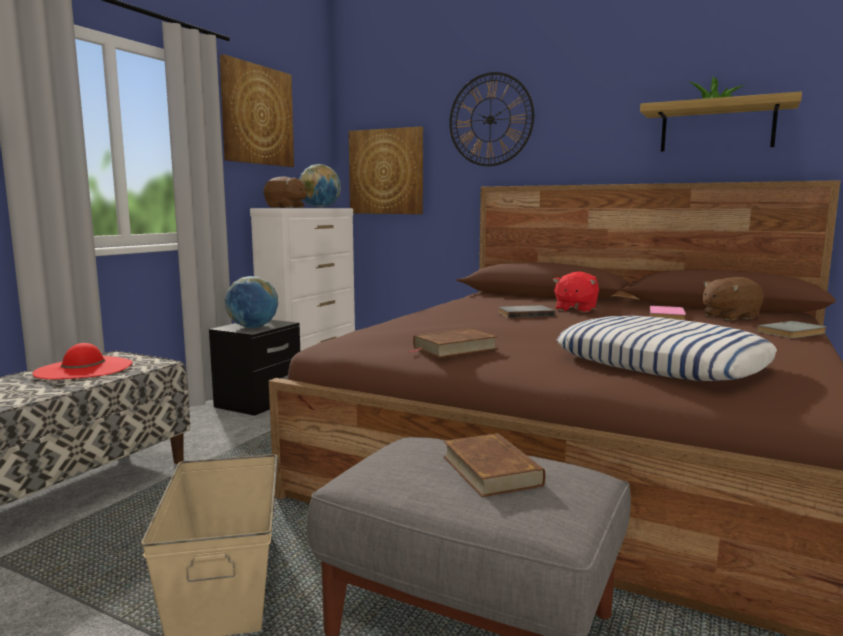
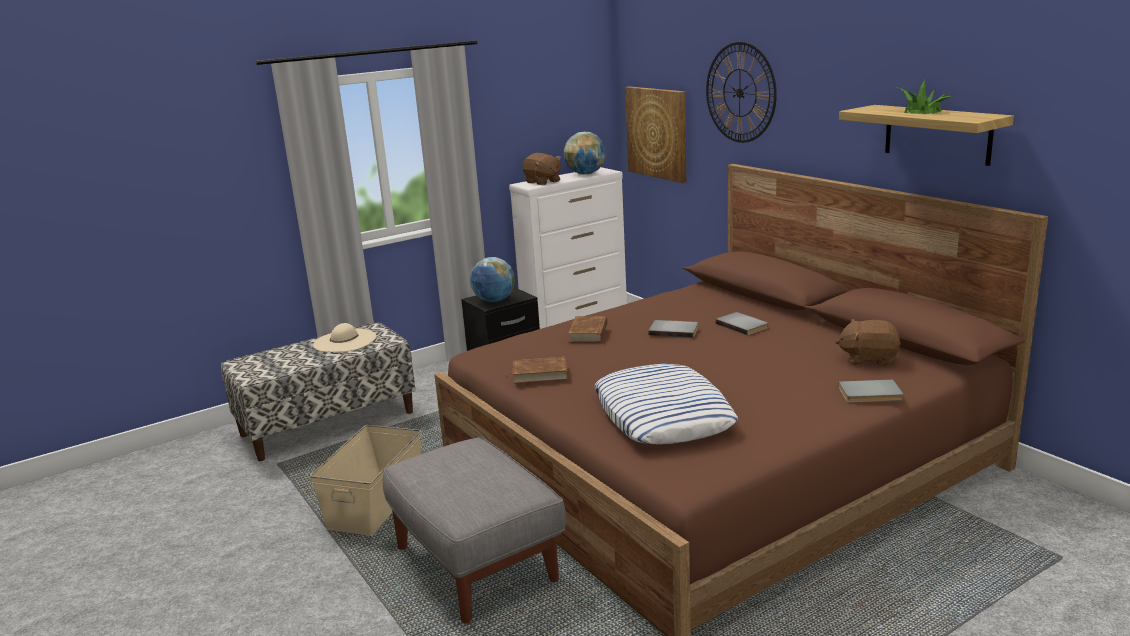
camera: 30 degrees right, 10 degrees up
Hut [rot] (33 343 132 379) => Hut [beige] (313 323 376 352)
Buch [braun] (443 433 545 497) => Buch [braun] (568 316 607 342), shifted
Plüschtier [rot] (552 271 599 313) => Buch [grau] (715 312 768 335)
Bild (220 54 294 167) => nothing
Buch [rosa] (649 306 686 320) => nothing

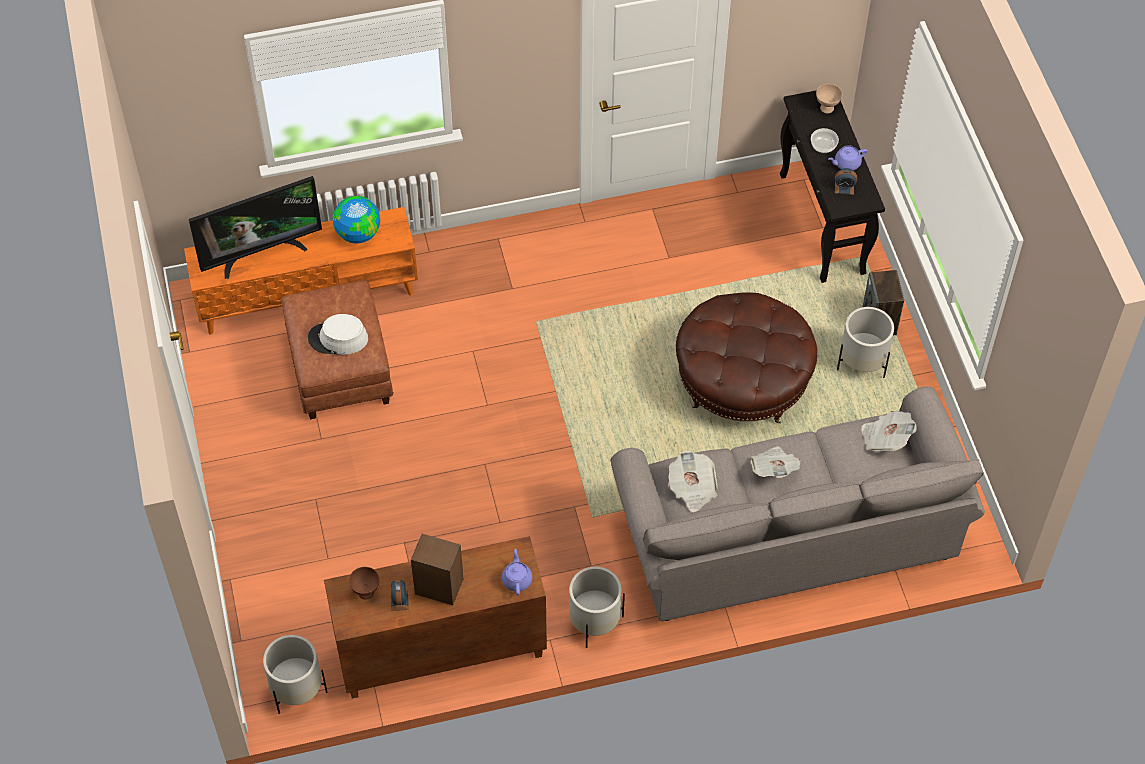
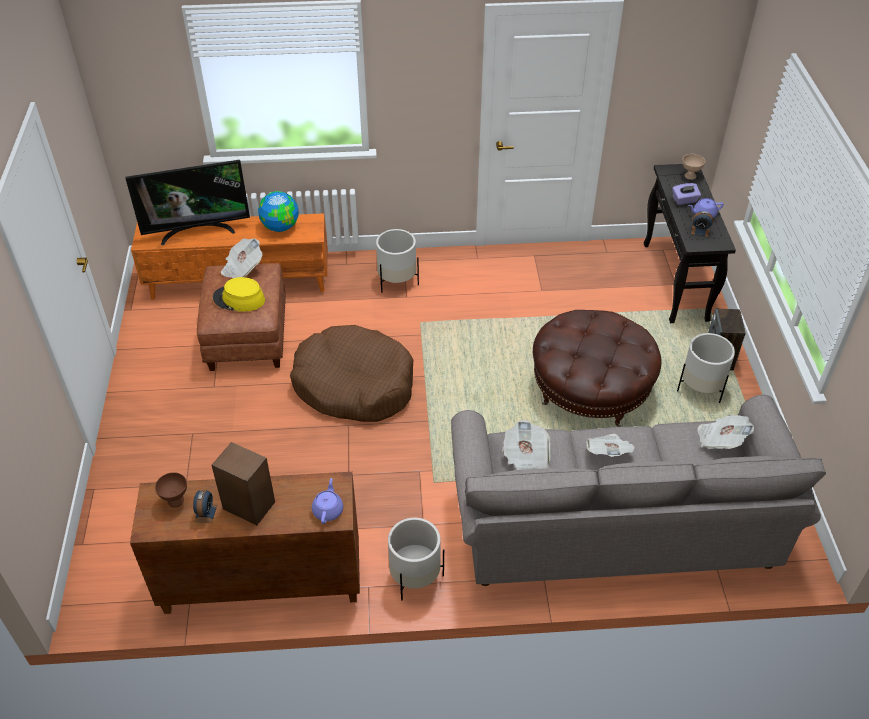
camera: 10 degrees right, 10 degrees down
Hut [weiß] (308 314 368 355) => Hut [gelb] (213 277 265 312)
nothing => Zeitung (221 238 262 278)
nothing => Hundebett [braun] (290 325 413 422)
Pflanzkübel [weiß] (263 635 327 714) => Pflanzkübel [weiß] (376 229 419 293), shifted
Schüssel (811 128 839 153) => Taschentuchbox [lila] (672 183 701 205)

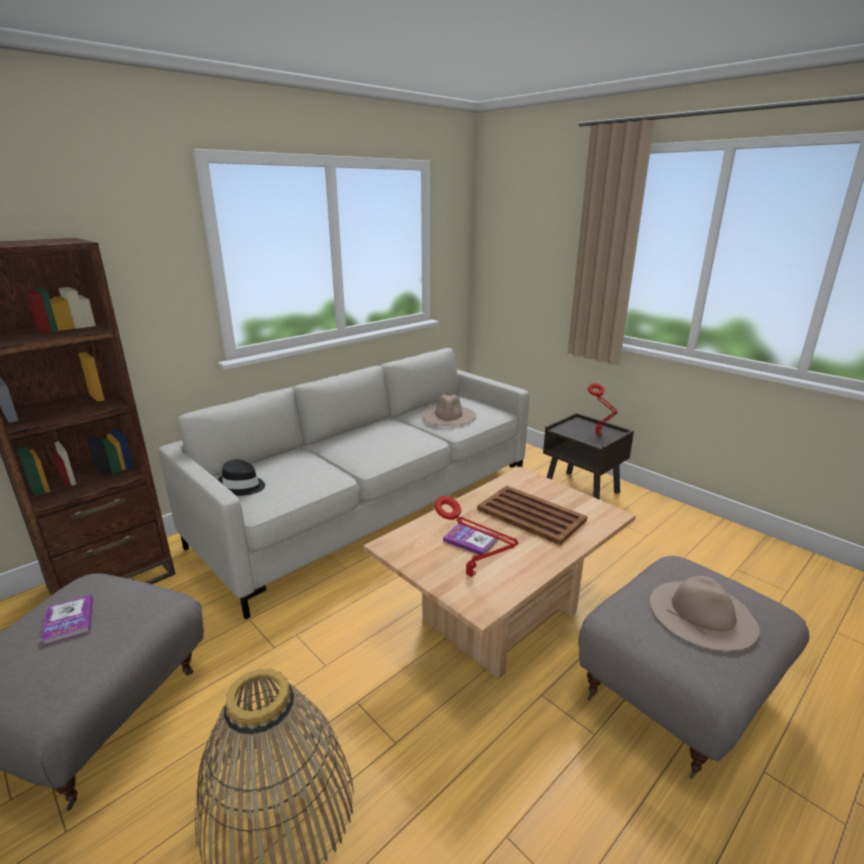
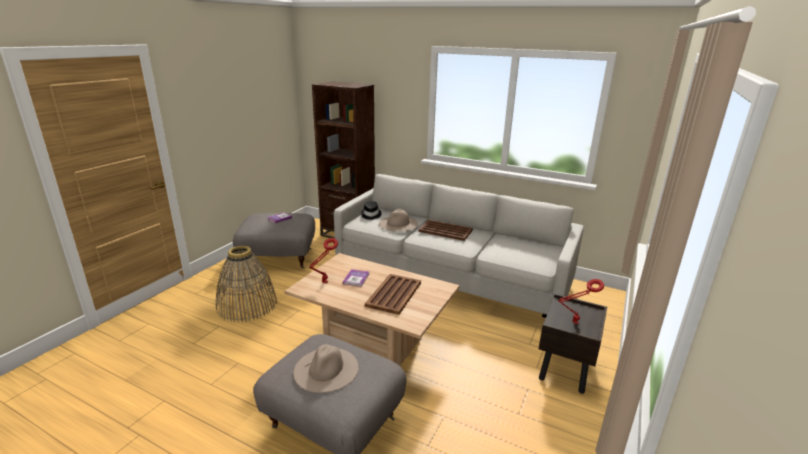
camera: 70 degrees right, 0 degrees up
Hut [beige] (422 395 476 426) => Hut [beige] (379 209 418 232), shifted
nothing => Tablett [braun] (419 220 473 241)

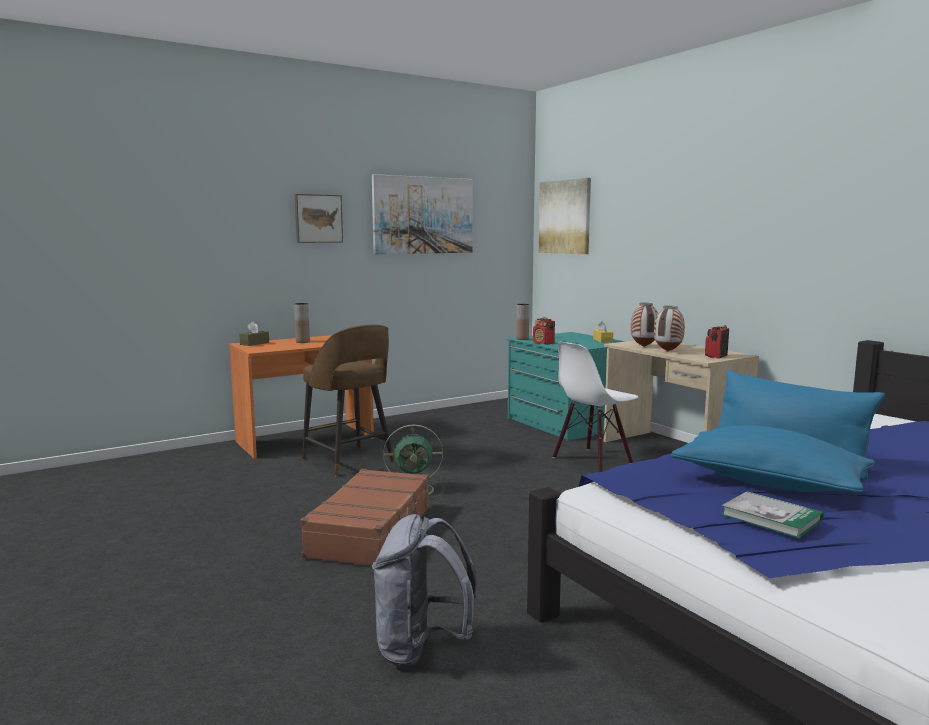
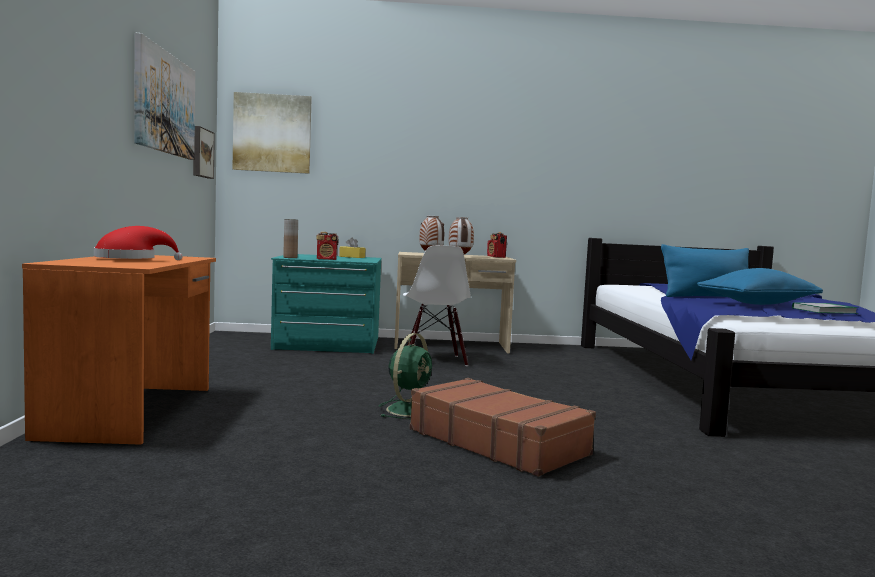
camera: 60 degrees left, 5 degrees down
Vase [braun] (294 303 310 343) => Hut [rot] (94 226 183 260)
Bild (294 194 343 243) => Bild (193 126 215 179), shifted
Taschentuchbox [braun] (239 322 269 346) => nothing
Hocker [braun] (302 324 395 476) => nothing
Rucksack [grau] (372 514 477 668) => nothing

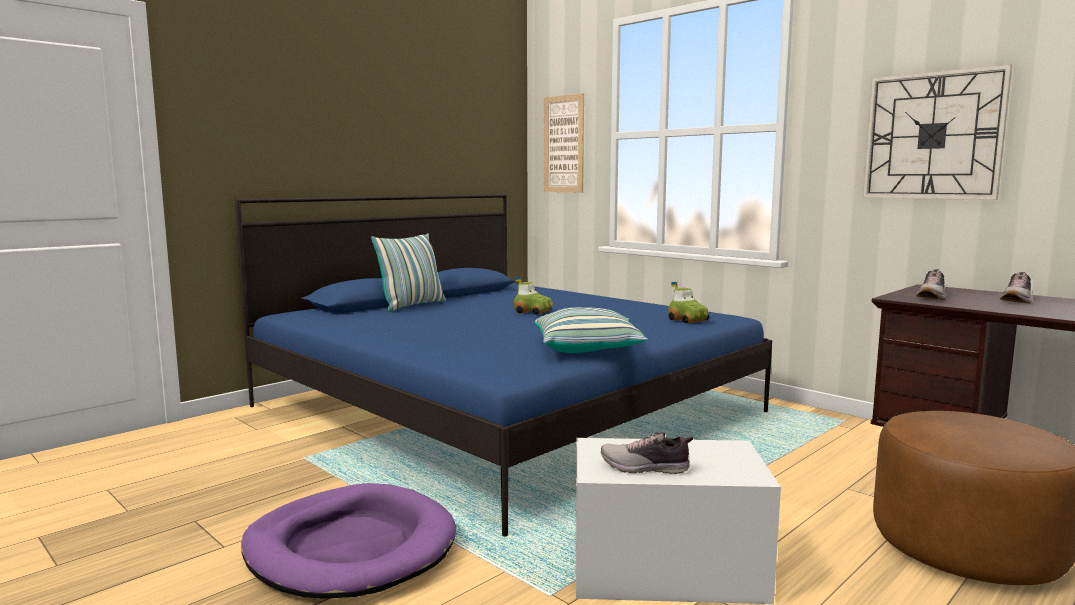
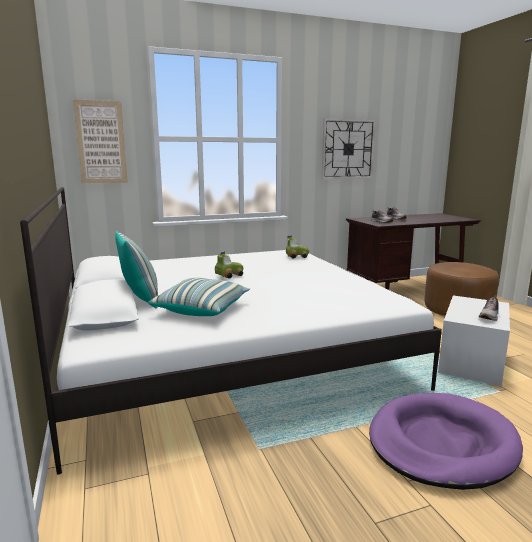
camera: 65 degrees left, 5 degrees up
Bett [blau] (235 194 772 536) => Bett [weiß] (20 187 442 475)
Kissen (534 307 648 353) => Kissen (148 278 250 316), shifted

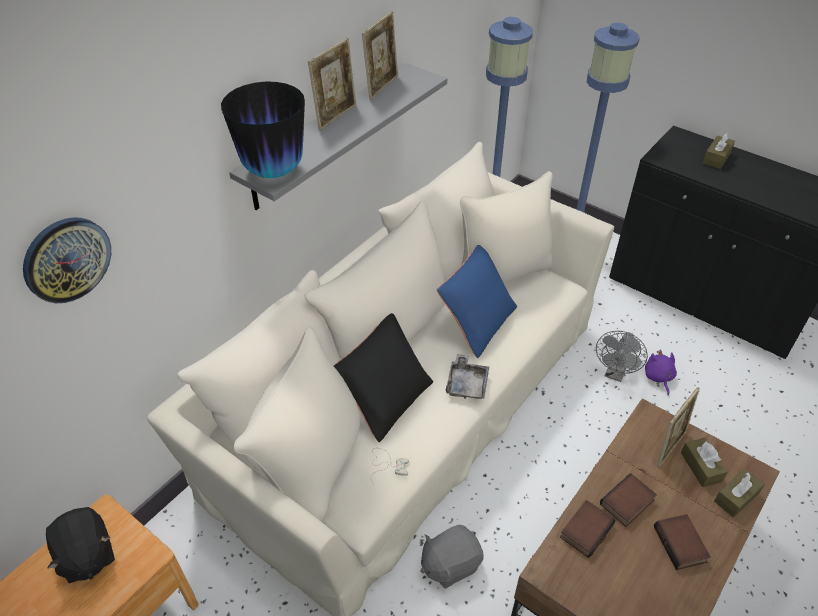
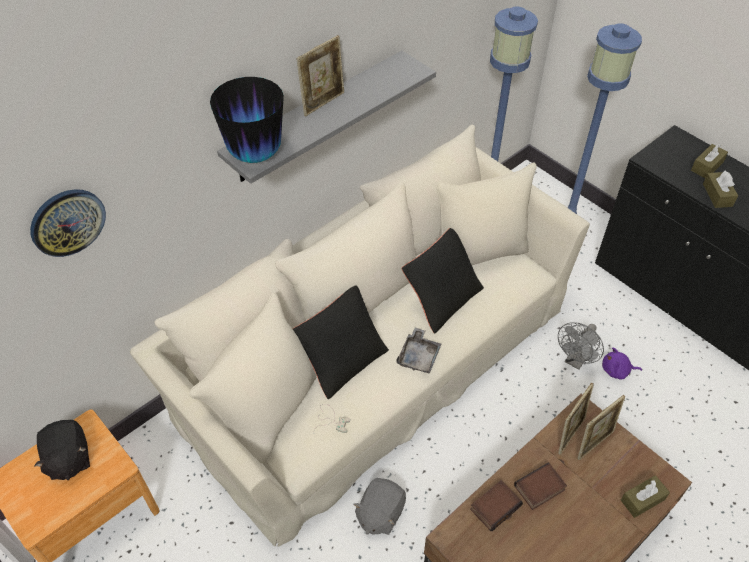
camera: 10 degrees right, 5 degrees up
Plüschtier [grau] (421 525 484 589) => Plüschtier [grau] (353 478 406 535), 45 degrees counterclockwise
Kissen [blau] (437 245 517 358) => Kissen [schwarz] (401 228 484 334)
Bilderrahmen (362 11 398 100) => Bilderrahmen (558 383 594 455), shifted
Plüschtier [lila] (645 349 677 396) => Plüschtier [lila] (602 347 642 380), 90 degrees counterclockwise
Taschentuchbox [braun] (681 438 728 487) => Taschentuchbox [braun] (703 171 738 208), shifted
Buch (654 514 711 570) => nothing

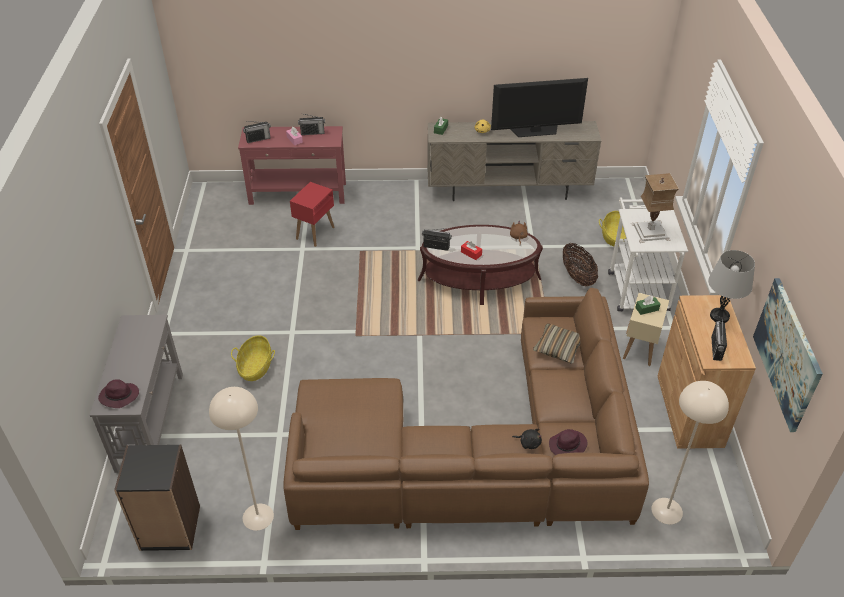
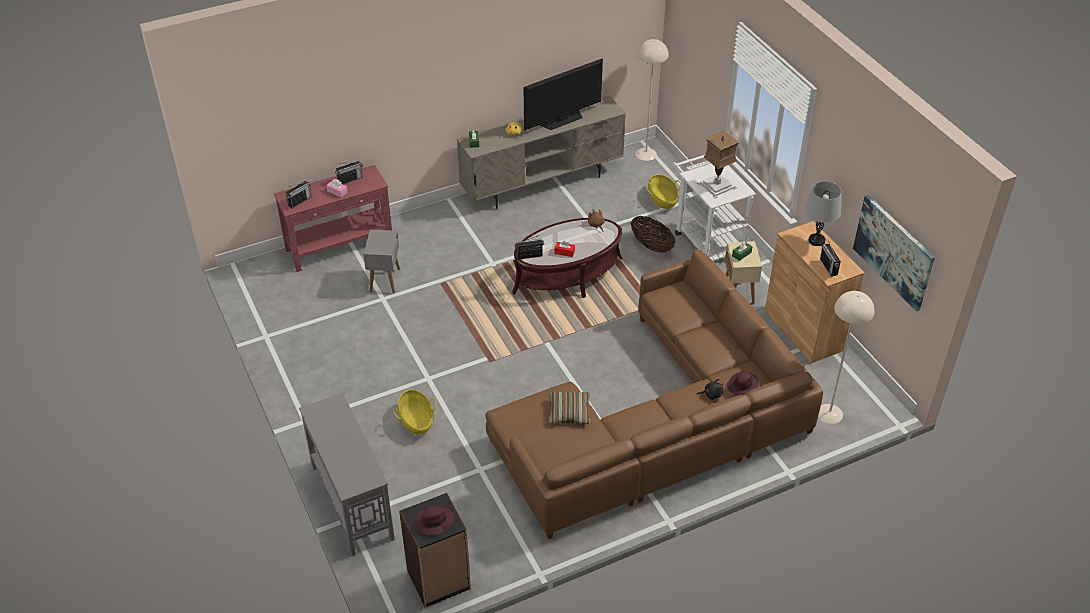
camera: 25 degrees left, 0 degrees up
Beistelltisch [rot] (290 182 335 247) => Beistelltisch [grau] (363 229 400 293)
Hut [lila] (98 379 139 408) => Hut [lila] (414 505 454 535), shifted
Kissen (533 324 580 364) => Kissen (548 391 590 424), shifted
Stehlampe [beige] (209 387 274 531) => Stehlampe [beige] (636 39 669 161), shifted

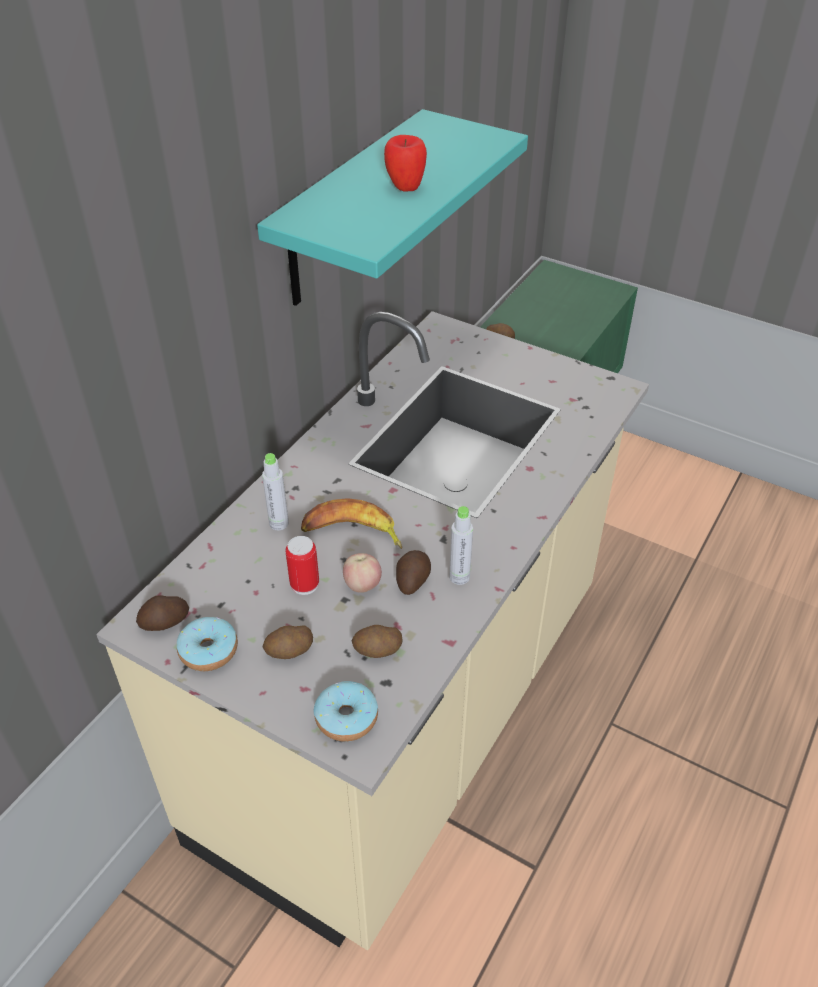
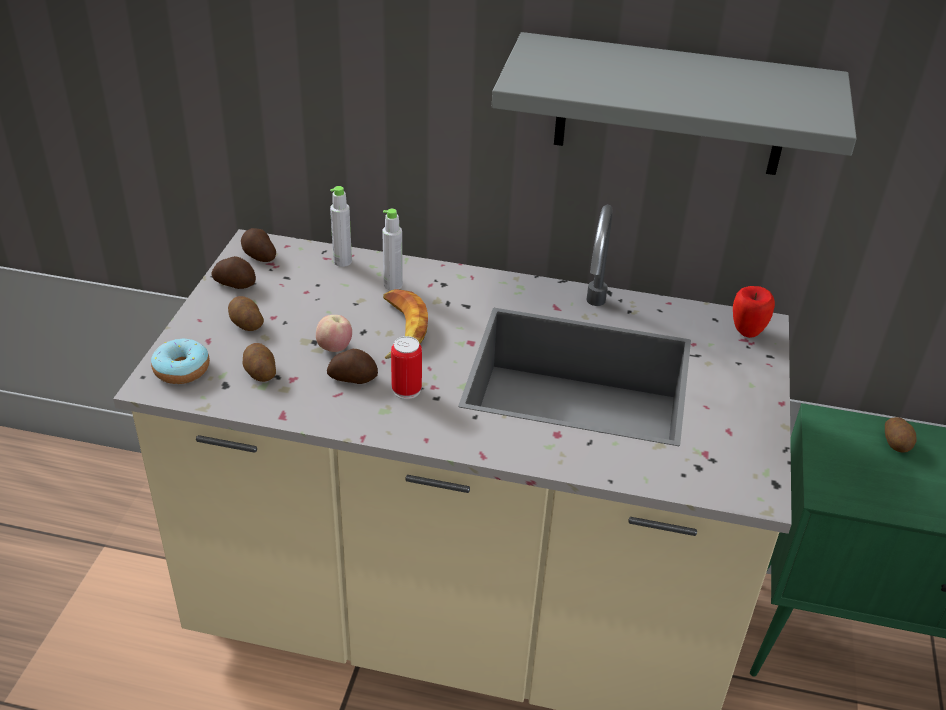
camera: 70 degrees right, 5 degrees down
Donut (177 617 238 671) => Kartoffel (211 256 256 289)
Flasche [grau] (449 506 473 585) => Flasche [grau] (330 186 352 267), shifted
Dose (285 536 319 595) => Dose (391 336 422 399), shifted
Wandregal [türkis] (257 109 528 306) => Wandregal [grau] (492 32 857 175)
Apfel (384 135 427 192) => Apfel (733 286 775 338), shifted

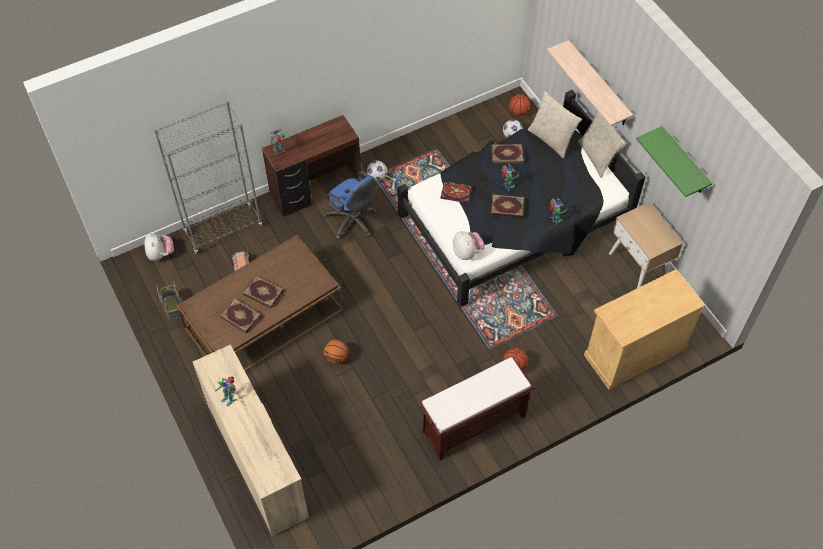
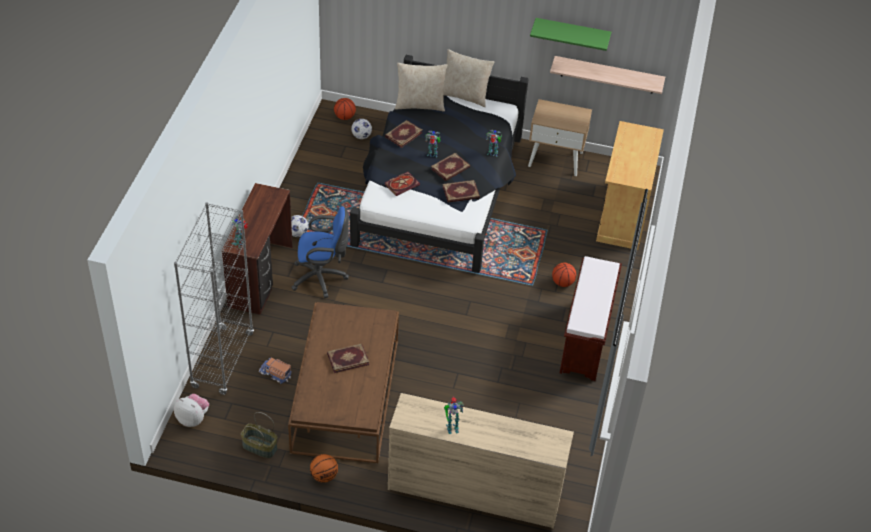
camera: 50 degrees left, 10 degrees down
Basketball (324 340 349 364) => Basketball (310 454 338 483), shifted
Buch (220 298 261 333) => Buch (443 180 480 202), shifted
Wandregal (547 40 633 126) => Wandregal (550 56 665 94), shifted
Plüschtier (453 231 485 260) => nothing

